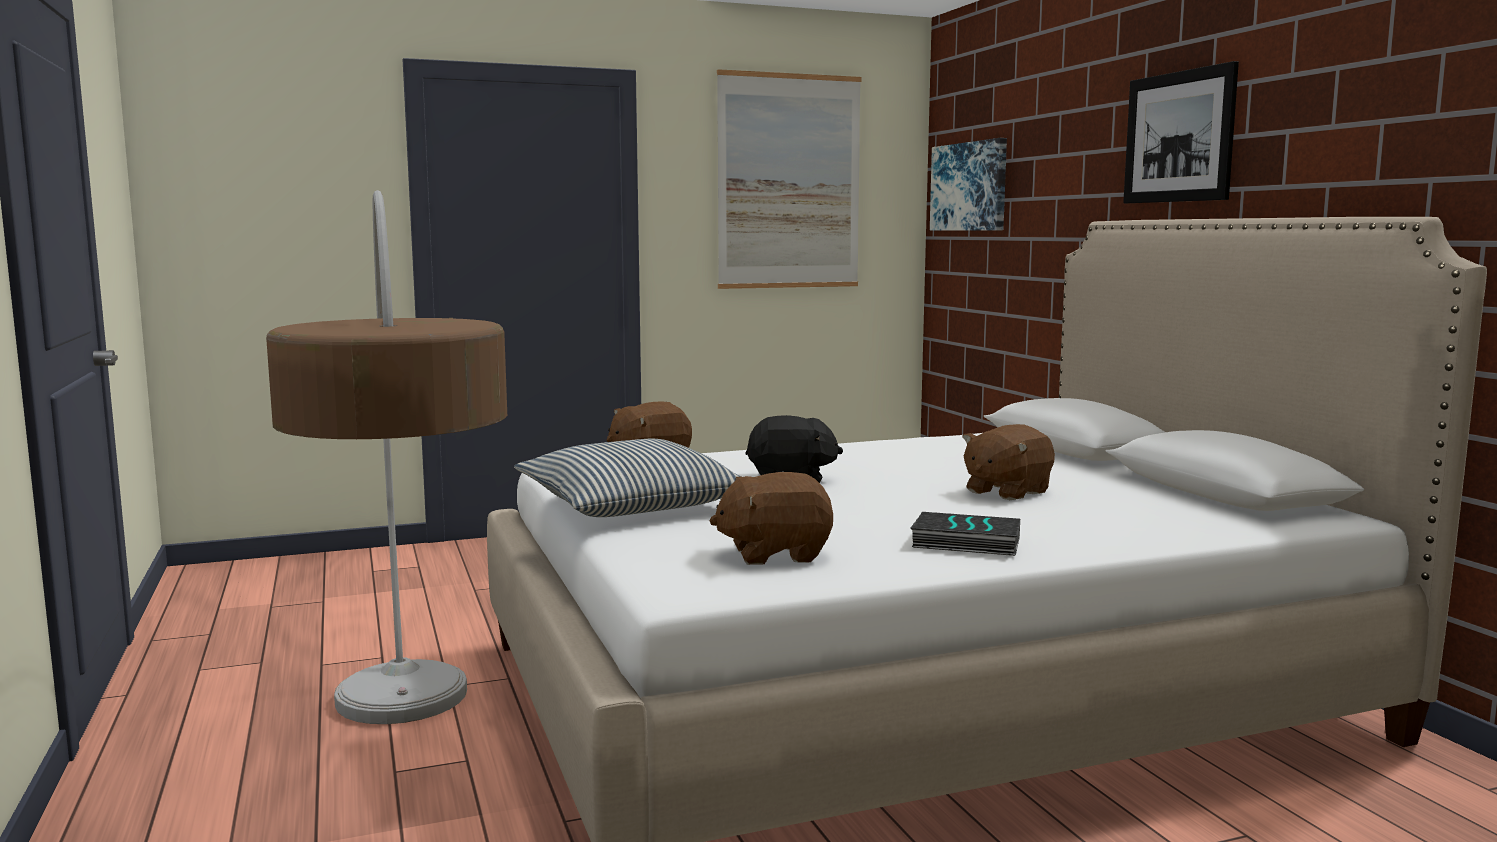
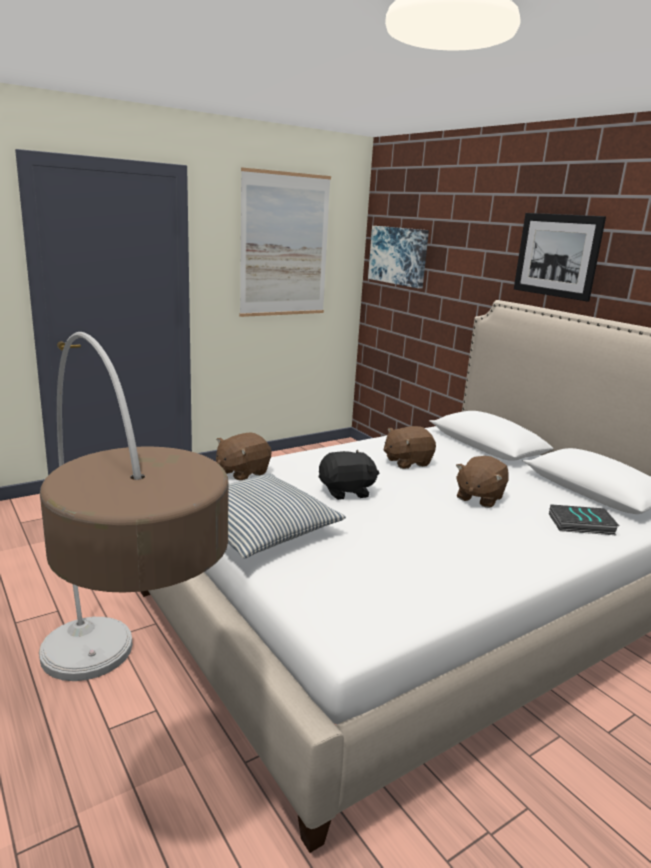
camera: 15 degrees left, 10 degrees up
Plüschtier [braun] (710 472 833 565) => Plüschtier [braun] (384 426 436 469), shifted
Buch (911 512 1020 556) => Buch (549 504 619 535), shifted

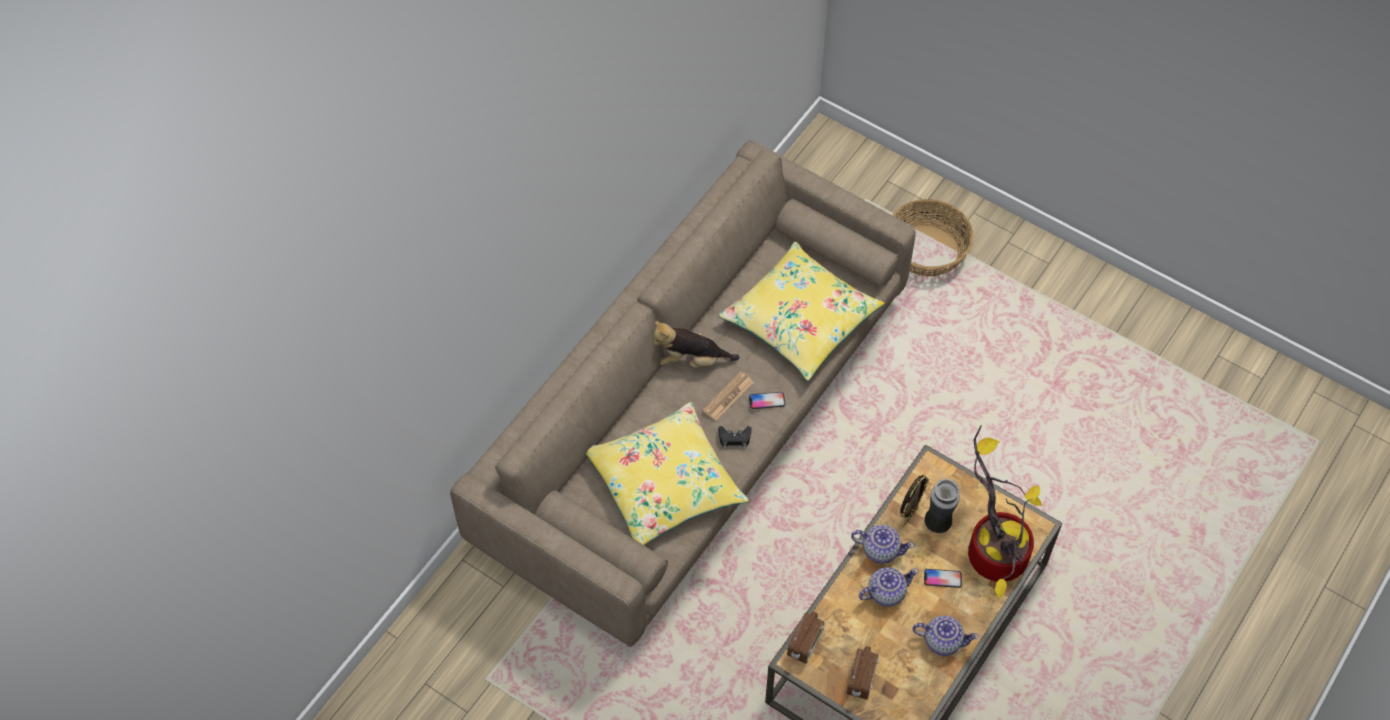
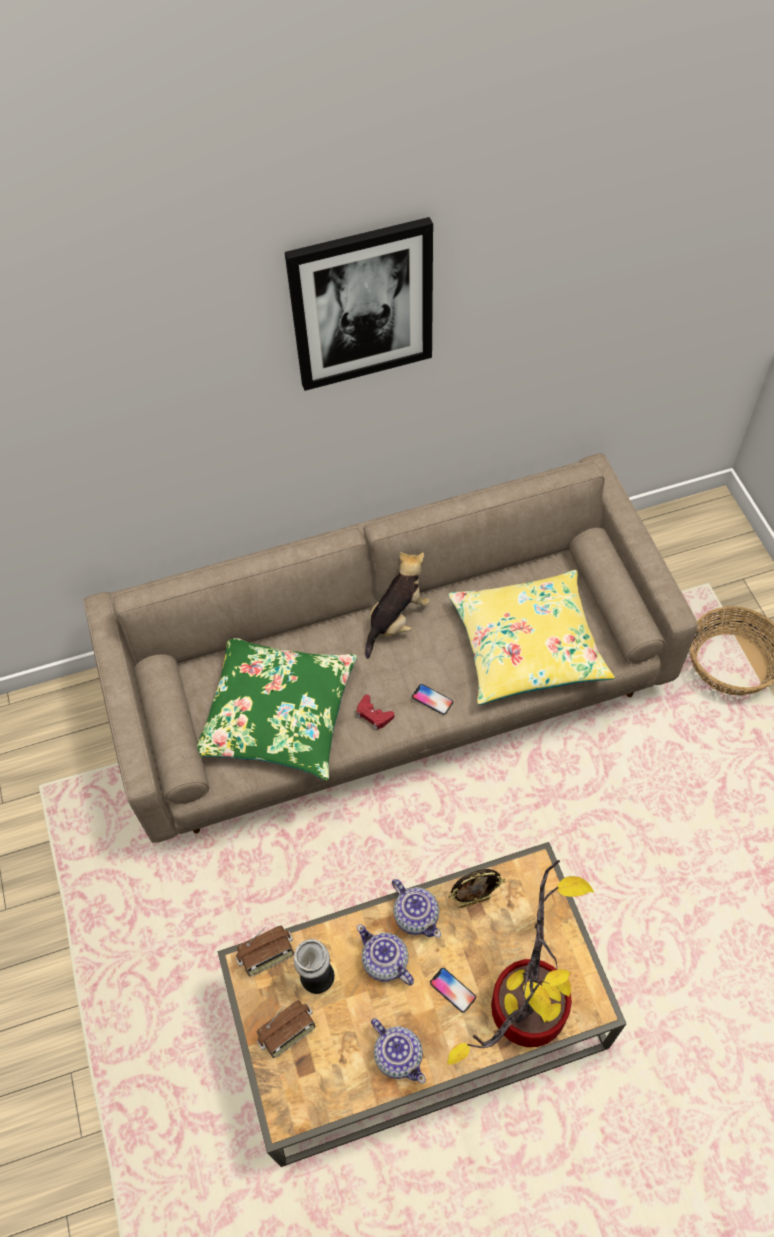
camera: 40 degrees right, 0 degrees up
Kissen [gelb] (586 402 749 545) => Kissen [grün] (197 638 357 781)
nothing => Bild (285 217 433 391)
Vase (924 479 960 533) => Vase (294 939 335 994), shifted
Gamepad [schwarz] (718 426 752 448) => Gamepad [rot] (357 694 394 730)
Teekanne (859 567 918 607) => Teekanne (357 924 414 986), 150 degrees counterclockwise
Plüschtier (654 321 739 367) => Plüschtier (365 552 430 659), 90 degrees clockwise
Zeitung (703 372 754 421) => nothing

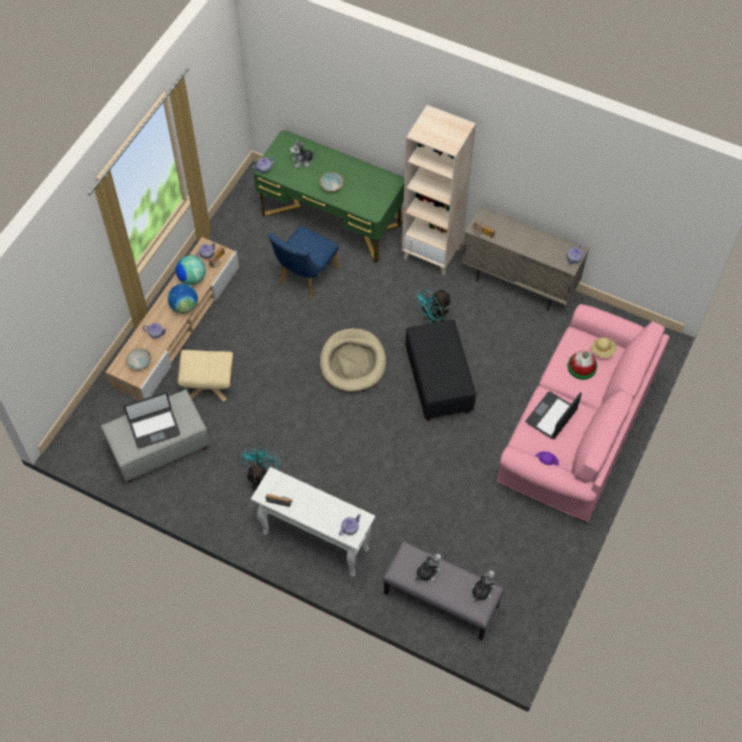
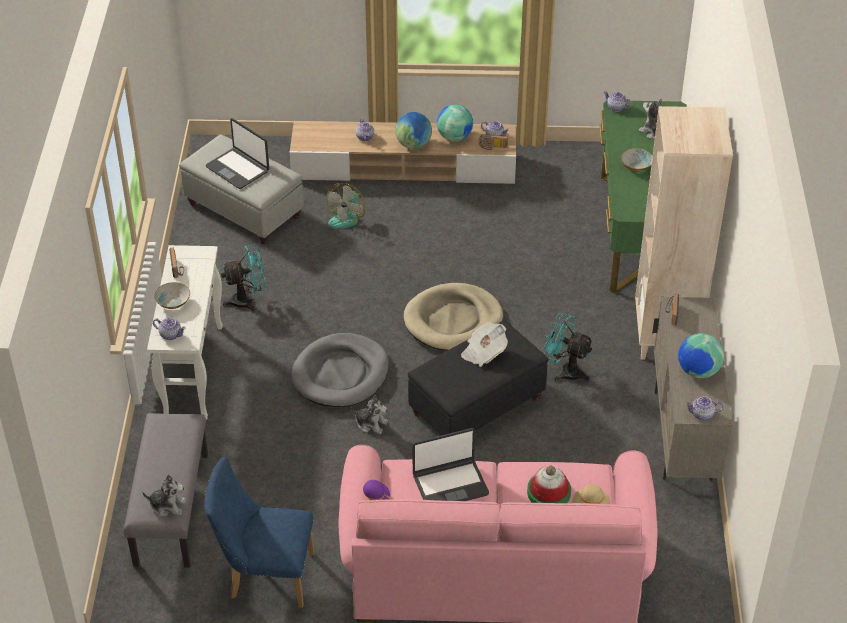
camera: 65 degrees right, 15 degrees down
Schüssel (126 348 152 370) => Schüssel (154 282 190 309), shifted
Stuhl [blau] (268 226 338 298) => Stuhl [blau] (204 457 314 608), shifted
nothing => Hundebett [grau] (291 333 389 407)
Polsterhocker [beige] (178 350 234 402) => Ventilator (327 183 365 229)
Plüschtier (415 554 441 582) => Plüschtier (351 395 388 434), shifted
Laptop (525 391 582 439) => Laptop (412 428 489 501), 150 degrees clockwise
nothing => Zeitung (461 322 508 367)
nothing => Globus (678 333 724 378)

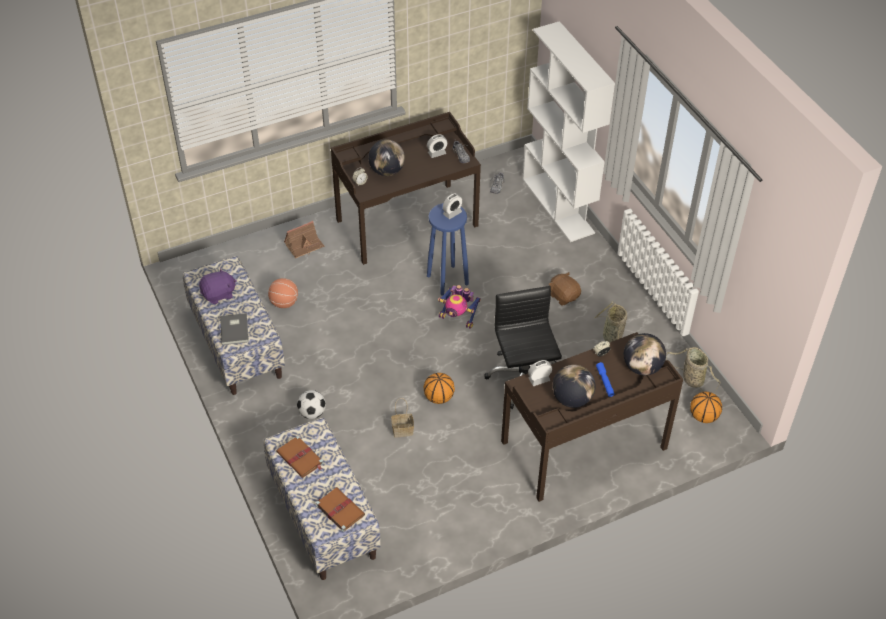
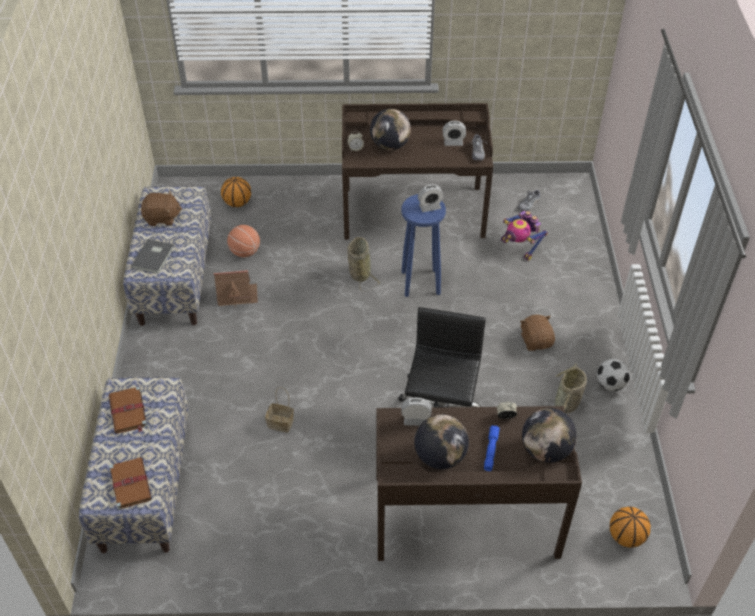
camera: 25 degrees right, 0 degrees up
Plüschtier [lila] (199 268 237 304) => Plüschtier [braun] (141 191 182 226)
Spielzeughaus (284 221 325 258) => Spielzeughaus (213 270 258 307), shifted
Basketball (423 373 455 404) => Basketball (221 177 251 207), shifted
Korb (666 347 721 393) => Korb (347 237 381 292), shifted
Spielzeugroboter (438 285 481 329) => Spielzeugroboter (501 211 548 261), shifted
Fußball (297 390 326 419) => Fußball (597 359 630 391), shifted
Bücherregal [weiß] (522 21 615 242) => nothing

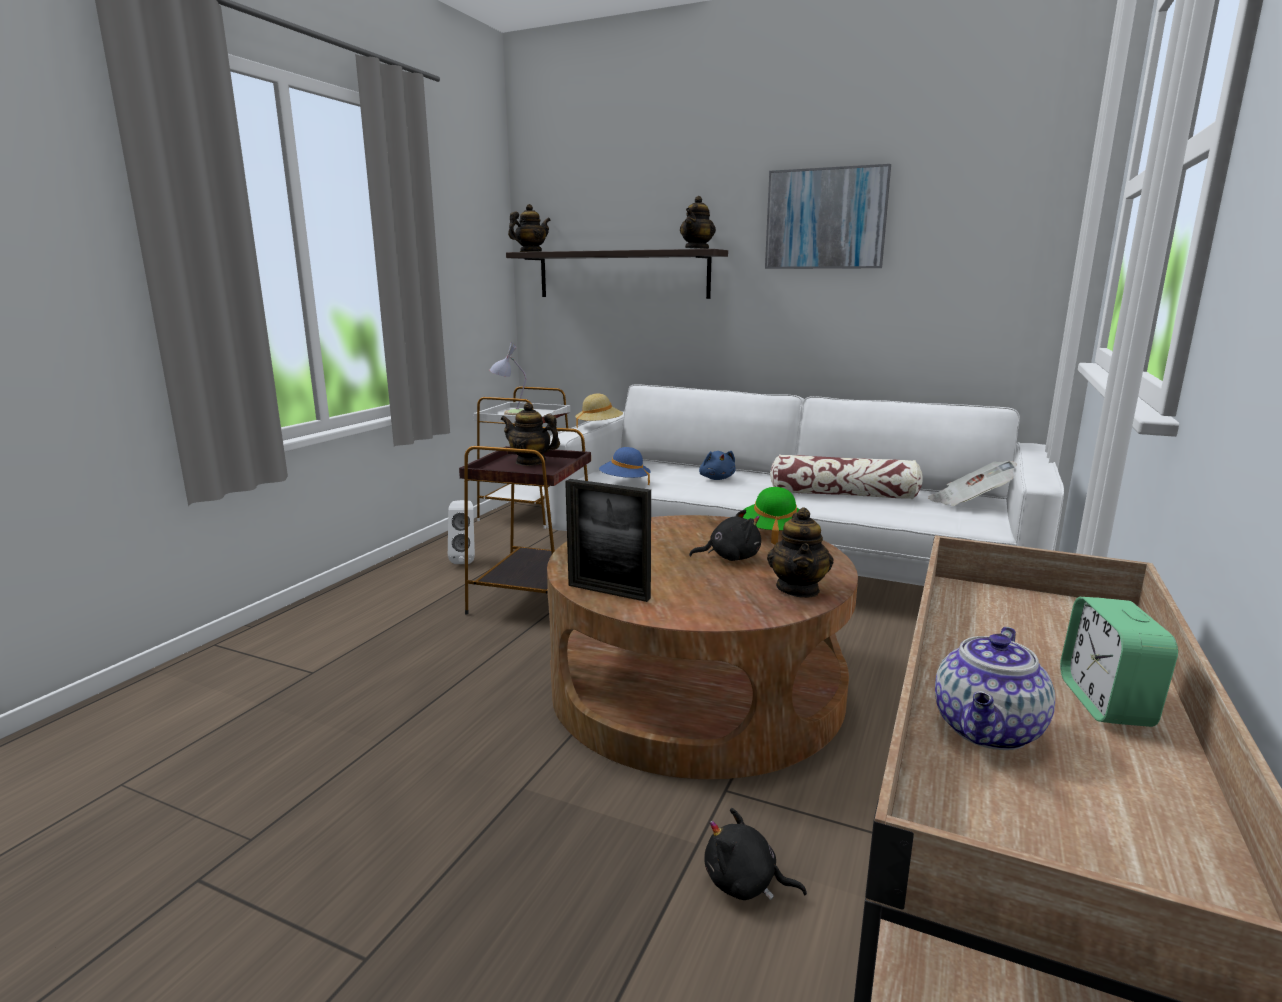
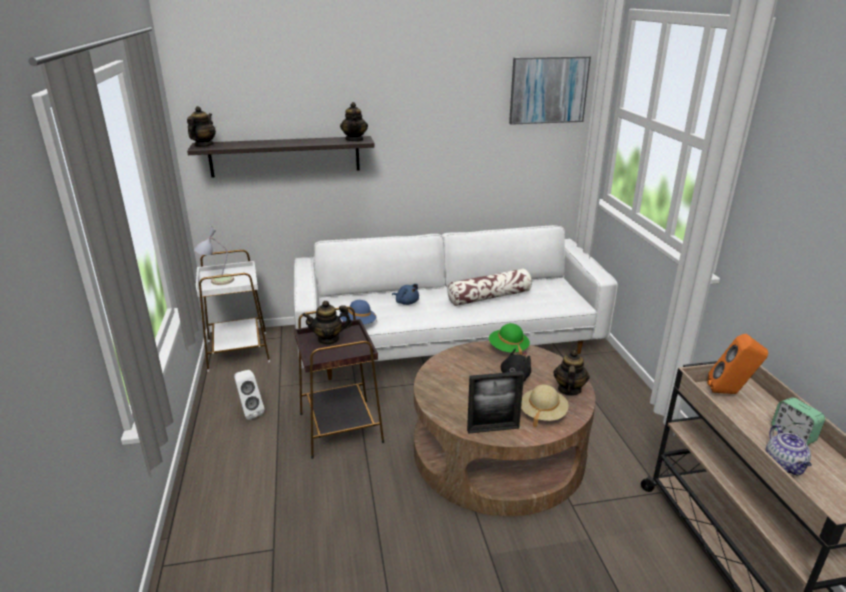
camera: 35 degrees left, 10 degrees up
Bild (765 164 891 269) => Bild (509 56 591 125), shifted
Hut [beige] (575 393 623 428) => Hut [beige] (521 385 569 428), shifted
Teekanne (767 507 834 598) => Teekanne (554 349 590 396), 135 degrees counterclockwise
nothing => Lautsprecher [orange] (708 334 768 394)
Plüschtier [schwarz] (704 808 807 900) => nothing
Zeitung (928 461 1017 506) => nothing

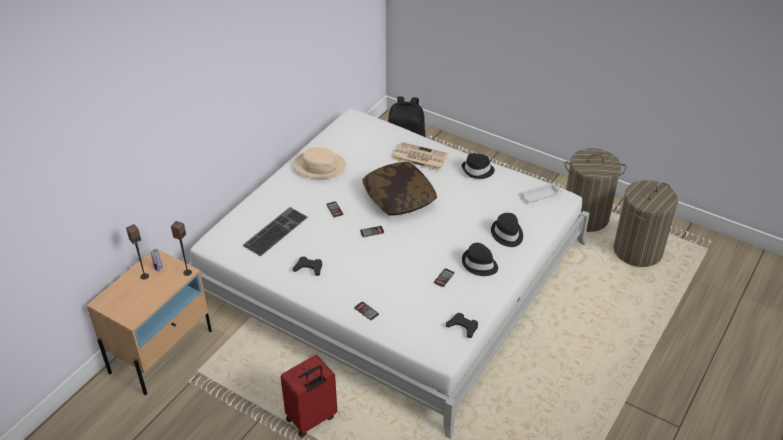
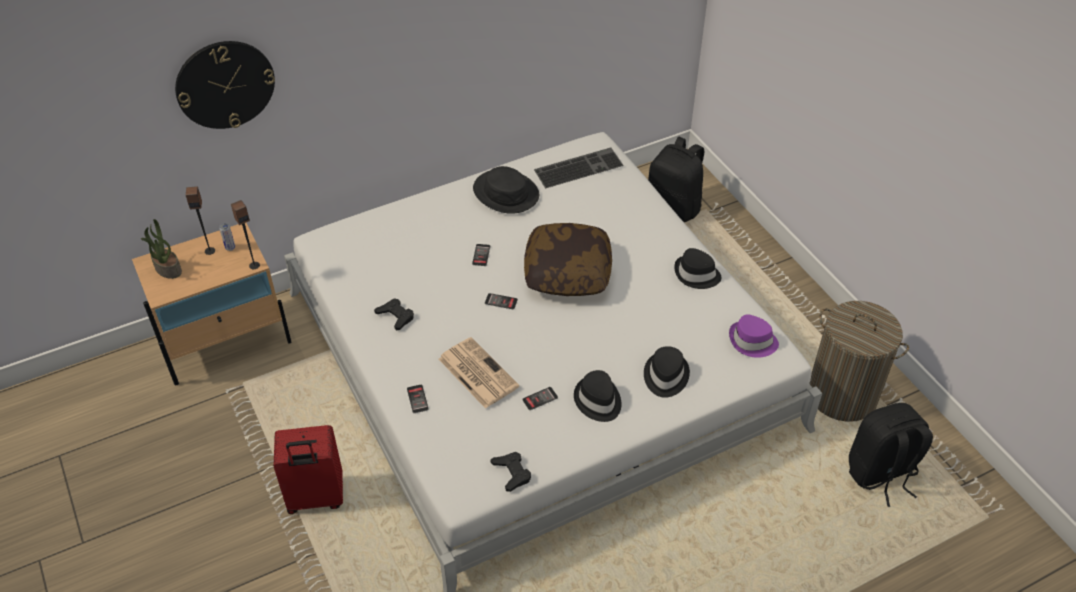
camera: 30 degrees right, 5 degrees up
nothing => Topfpflanze (141 219 182 279)
nothing => Wanduhr (175 41 275 129)
Zeitung (392 142 449 171) => Zeitung (439 337 519 409), shifted
Hut [beige] (293 147 346 179) => Hut [schwarz] (473 166 539 214)
Tastatur (243 207 308 256) => Tastatur (534 148 624 188), shifted
Tablett [weiß] (521 182 562 203) => Hut [lila] (729 315 779 358)
Wäschekorb (613 180 678 267) => Rucksack [schwarz] (849 403 933 507)

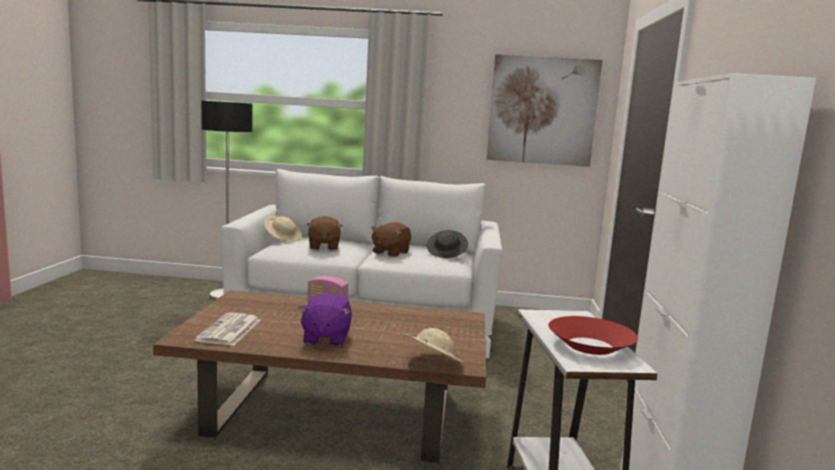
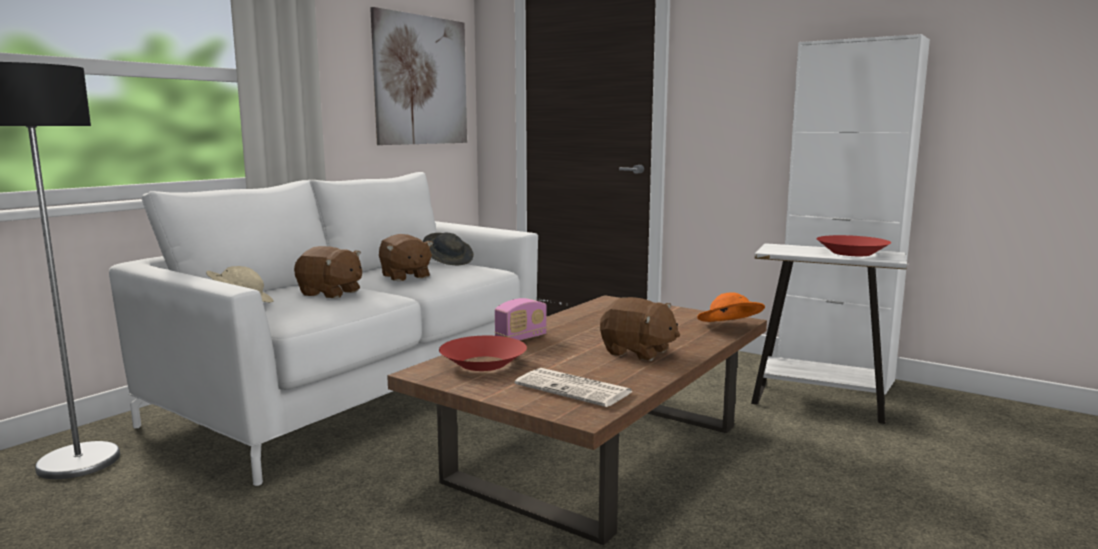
camera: 60 degrees left, 0 degrees up
nothing => Schüssel [rot] (439 336 527 371)
Plüschtier [lila] (298 292 352 347) => Plüschtier [braun] (600 297 680 361)
Hut [beige] (404 328 463 363) => Hut [orange] (697 292 765 322)

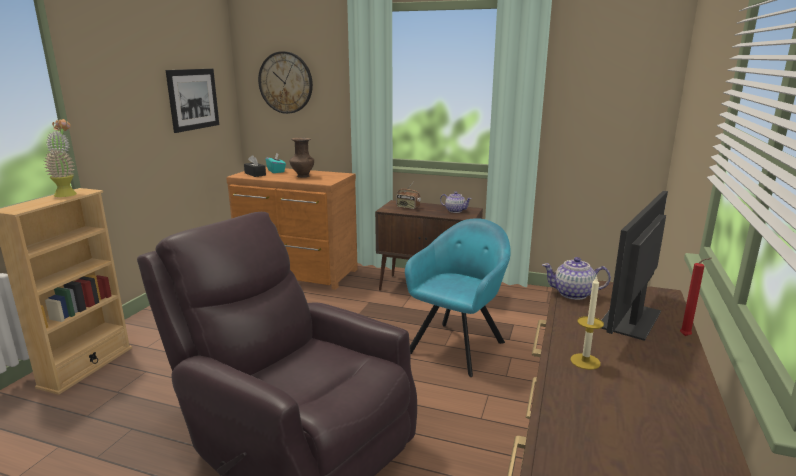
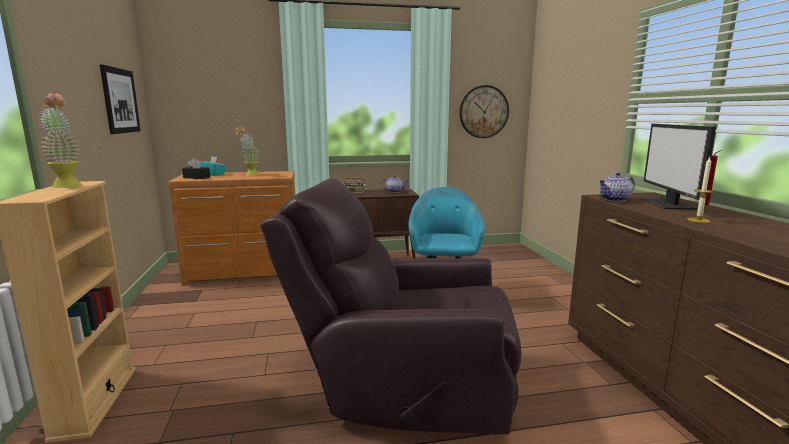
camera: 30 degrees left, 5 degrees down
Vase [braun] (289 138 314 178) => Topfpflanze (235 126 260 176)
Wanduhr (258 51 313 114) => Wanduhr (459 85 509 138), shifted

